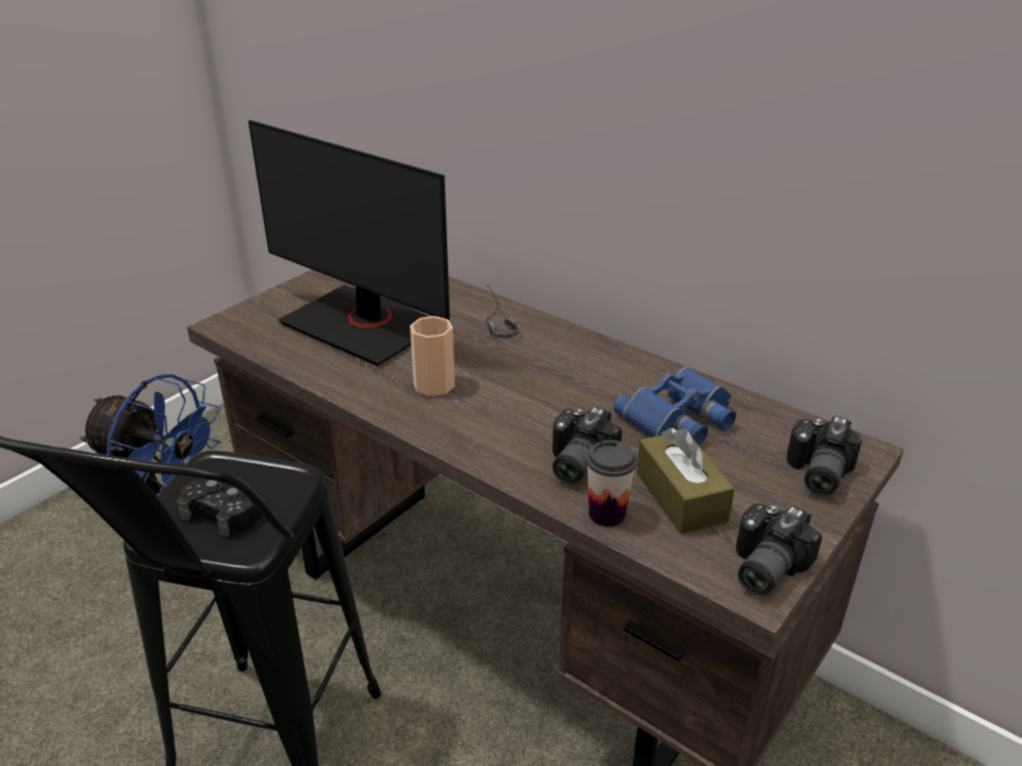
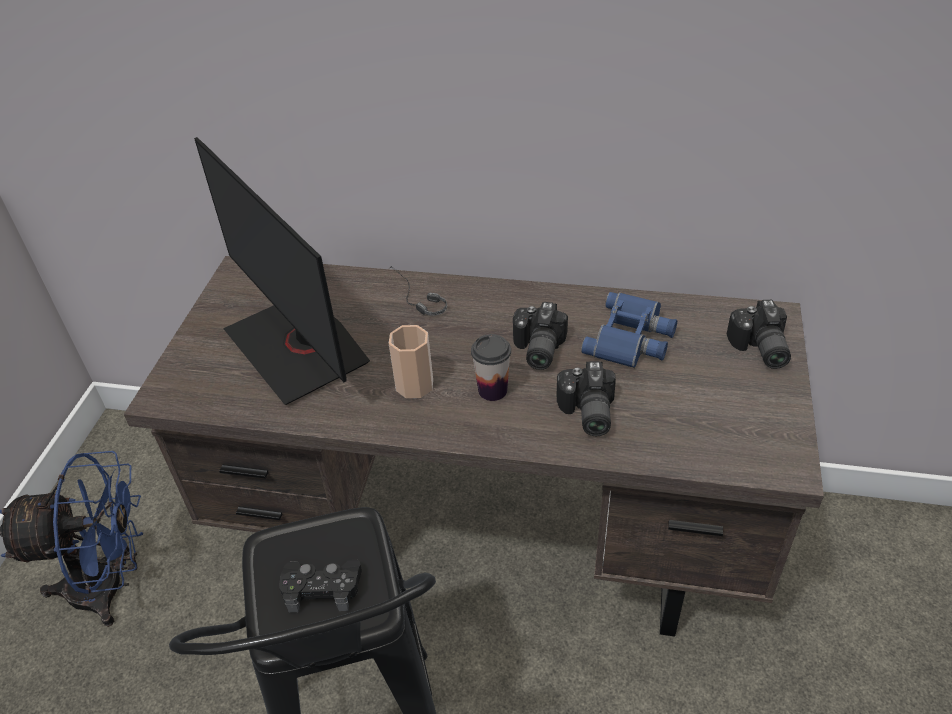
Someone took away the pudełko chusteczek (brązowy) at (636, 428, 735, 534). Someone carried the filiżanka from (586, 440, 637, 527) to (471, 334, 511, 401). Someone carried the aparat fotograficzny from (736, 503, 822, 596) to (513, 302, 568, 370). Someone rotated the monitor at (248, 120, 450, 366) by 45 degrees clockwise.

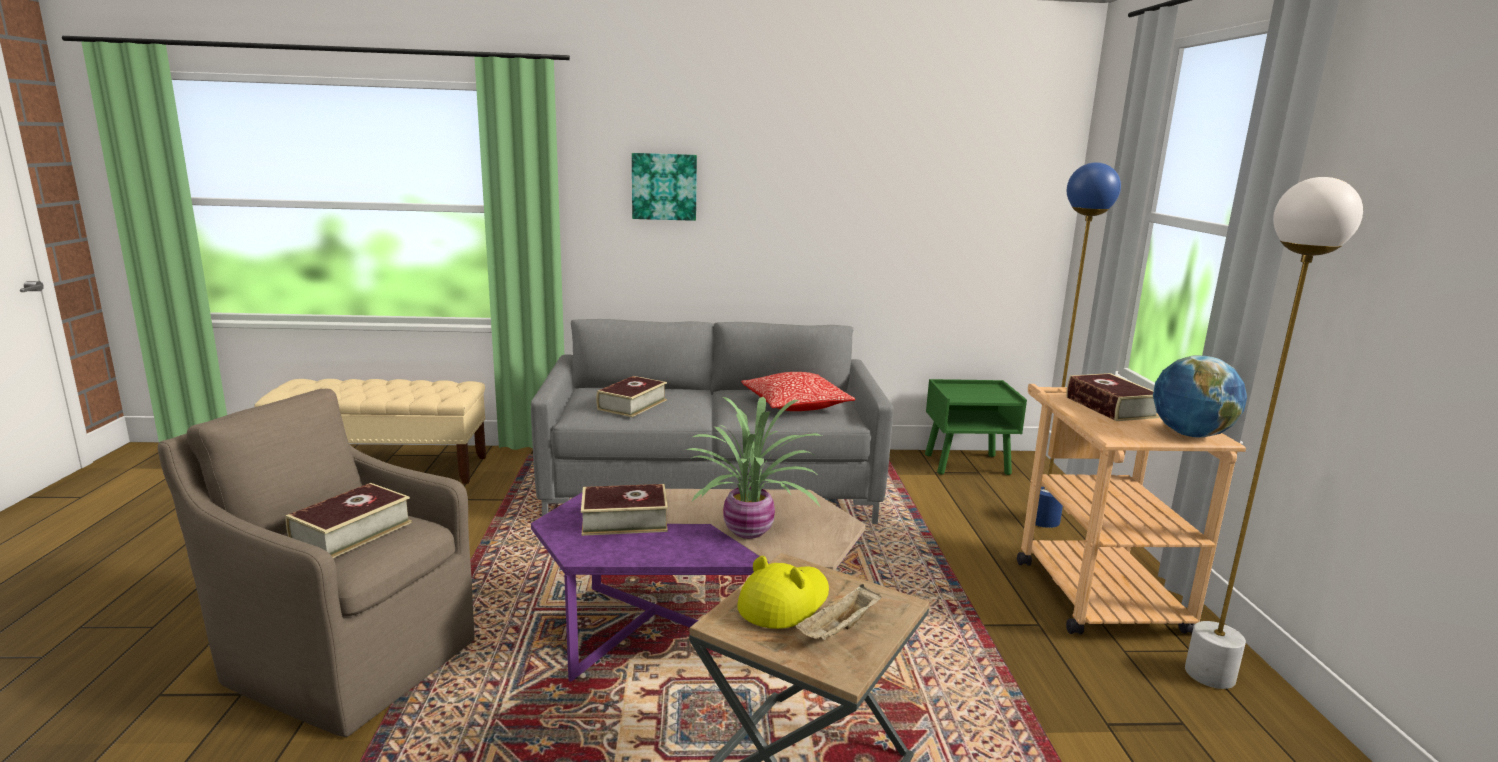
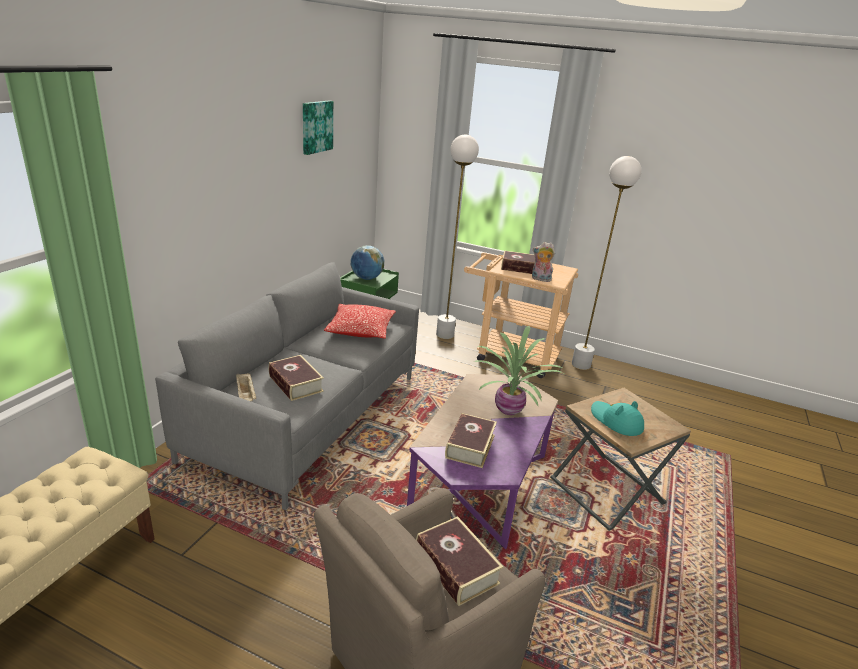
Someone put down the pluszak at (532, 242, 555, 282). Someone carried the obraz from (632, 153, 697, 221) to (303, 100, 333, 155). Someone carried the taca (beżowy) from (796, 584, 882, 641) to (236, 373, 256, 401). Someone carried the globus from (1153, 355, 1247, 438) to (351, 245, 384, 280). Someone repainted the kapelusz (żółty) at (737, 556, 829, 629), which became the kapelusz (turkusowy) at (591, 401, 644, 436). Someone repainted the lampa stojąca (niebieski) at (1035, 162, 1121, 528), which became the lampa stojąca (biały) at (436, 135, 479, 339).

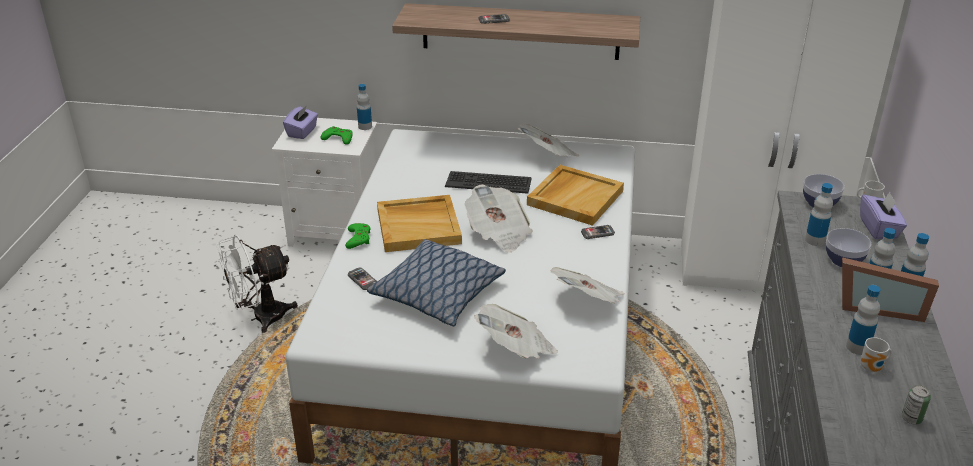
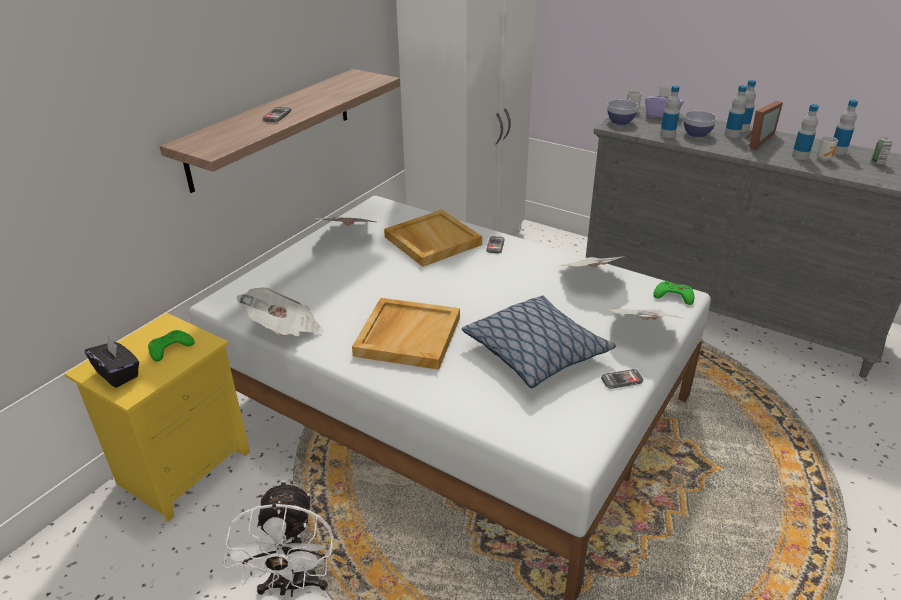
Someone took away the klawiatura at (445, 171, 532, 194). Someone carried the pad do gier (zielony) from (345, 223, 370, 249) to (653, 281, 694, 305). Someone carried the telefon from (347, 268, 377, 290) to (601, 369, 643, 389). Someone carried the butelka from (357, 84, 372, 130) to (834, 100, 858, 155). Someone carried the gazeta from (464, 184, 533, 253) to (237, 287, 323, 336). Someone repainted the szafka nocna (biały) at (272, 118, 377, 247), which became the szafka nocna (żółty) at (65, 313, 250, 522). Someone repainted the pudełko chusteczek (fioletowy) at (283, 105, 318, 139), which became the pudełko chusteczek (czarny) at (85, 337, 139, 388).

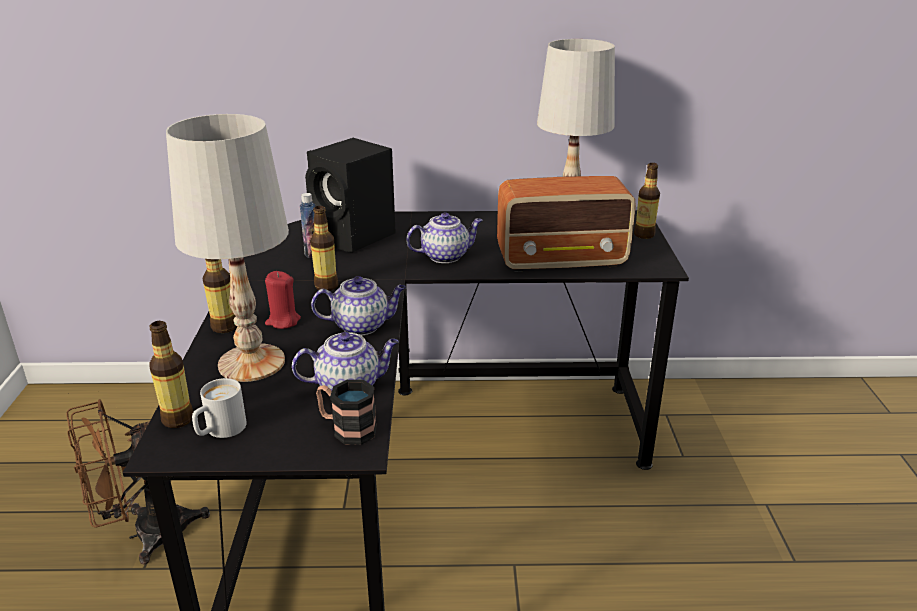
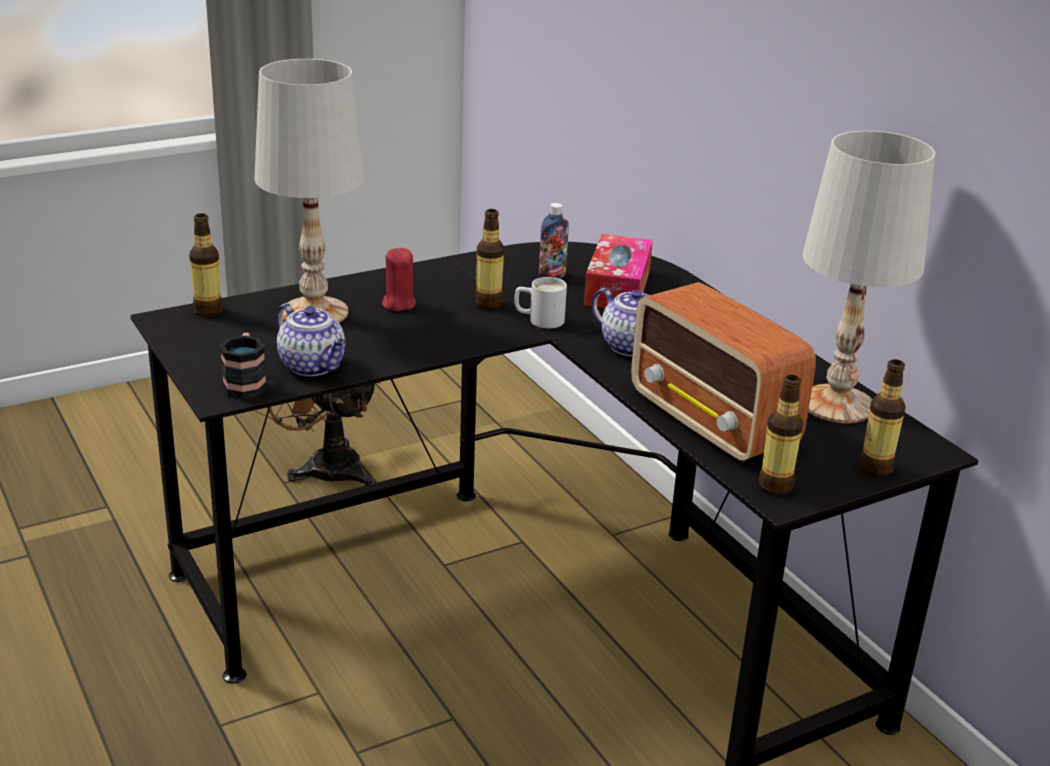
Someone took away the imbryk at (311, 276, 406, 336). Someone carried the kubek (biały) from (192, 378, 247, 438) to (514, 277, 567, 328). Someone carried the butelka from (203, 259, 237, 333) to (758, 375, 803, 495). Someone swapped the głośnik (czarny) at (305, 138, 396, 253) for the pudełko chusteczek at (584, 234, 653, 308).

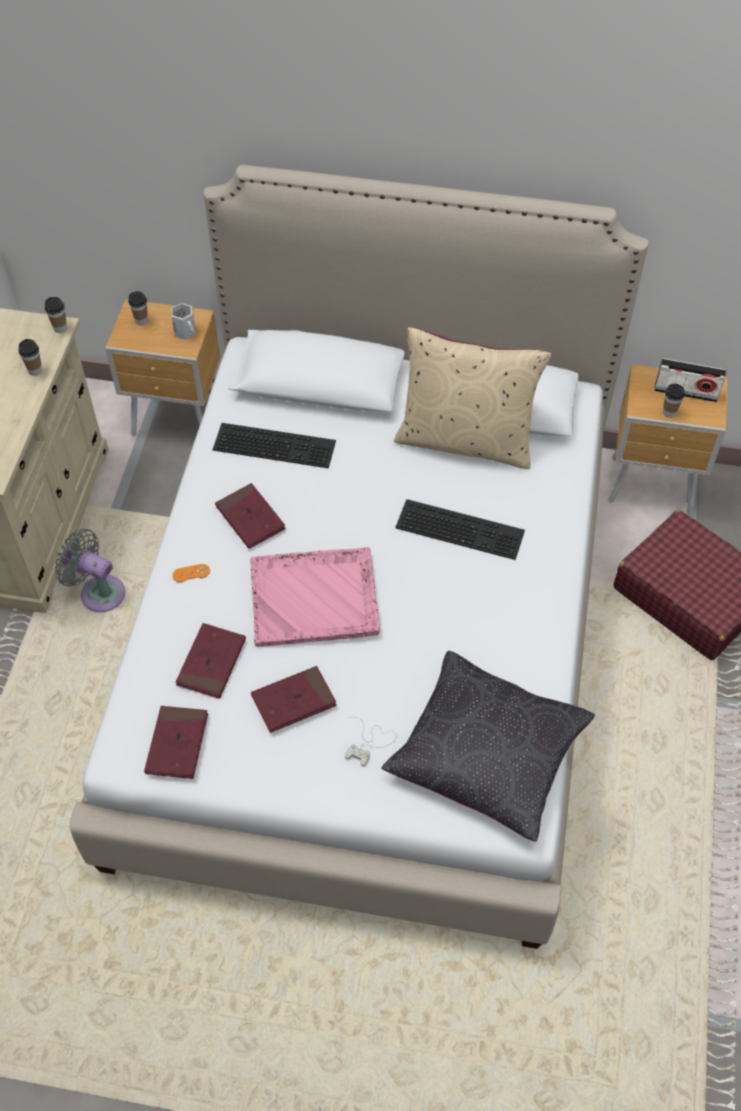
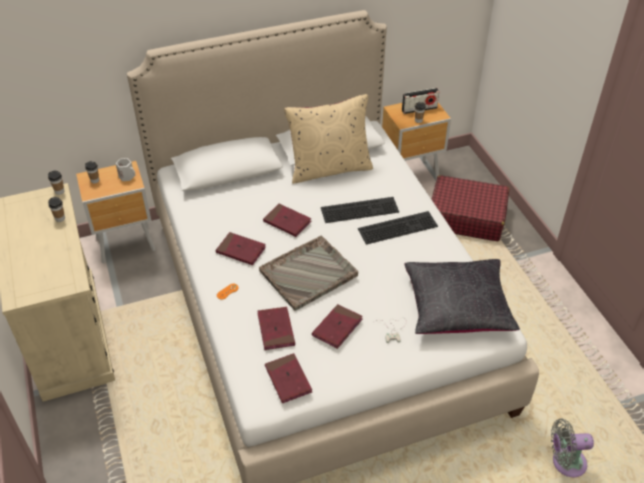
Someone put down the książka (czerwony) at (263, 204, 311, 237). Someone carried the wentylator (szary) from (55, 529, 125, 612) to (551, 419, 594, 478). Someone carried the klawiatura from (213, 423, 336, 468) to (358, 211, 438, 245). Someone repainted the taca (różowy) at (250, 547, 380, 647), which became the taca (szary) at (259, 236, 358, 311).

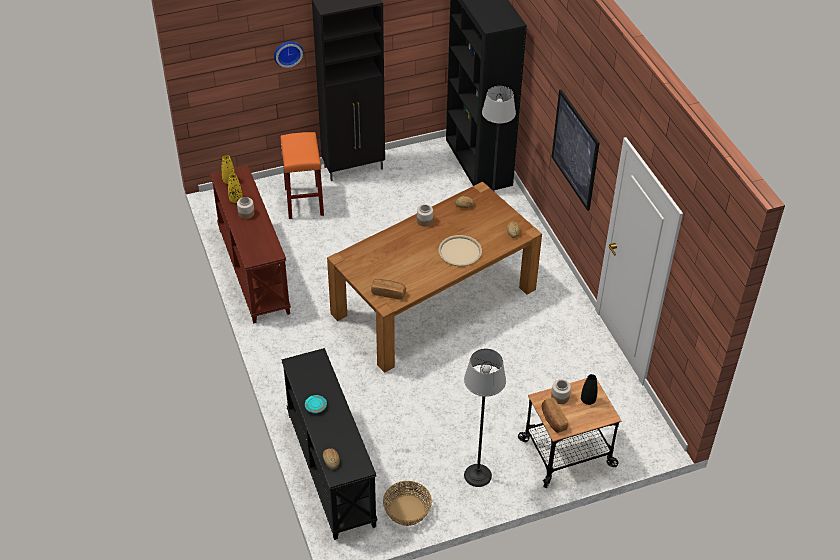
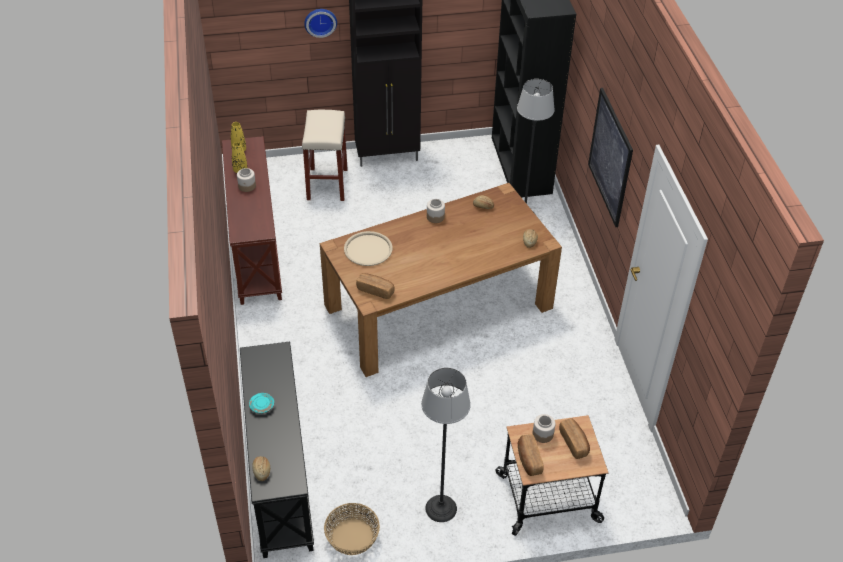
Someone carried the taca (beżowy) from (438, 235, 482, 266) to (344, 231, 392, 266). Someone swapped the wazon (czarny) at (581, 374, 597, 405) for the chleb at (559, 418, 590, 459). Someone repainted the stołek (pomarańczowy) at (280, 132, 324, 219), which became the stołek (beżowy) at (302, 110, 347, 201).

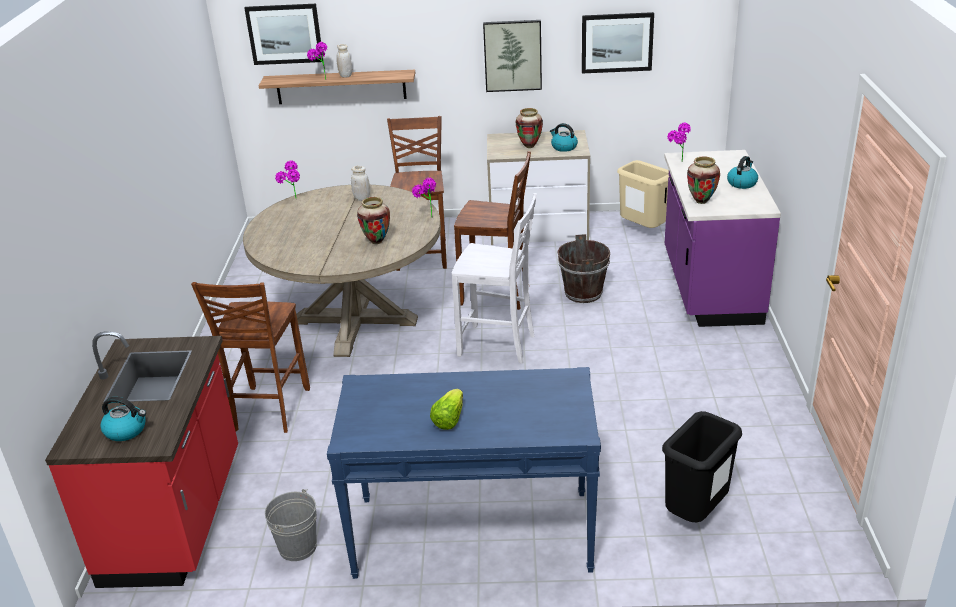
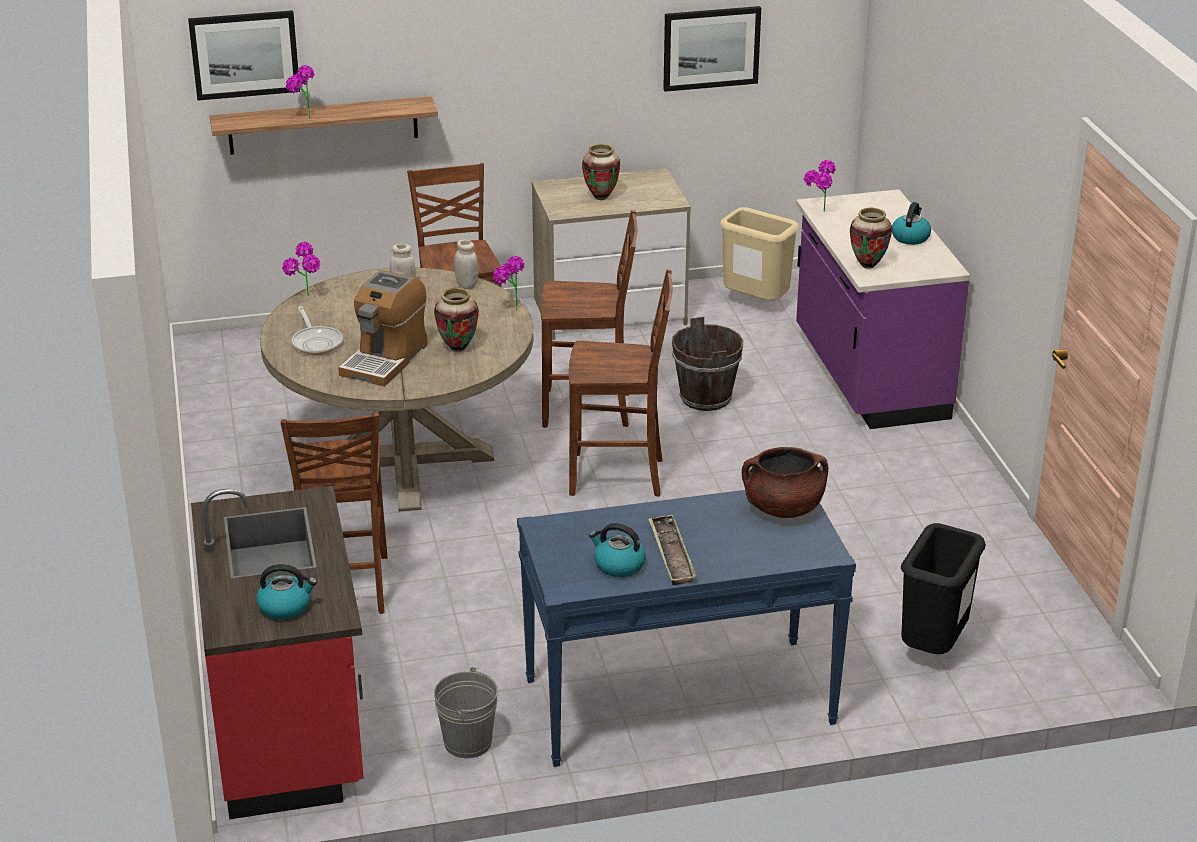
Someone took away the obraz at (483, 20, 542, 92). Someone put down the patelnia at (292, 306, 343, 355). Someone put down the ekspres do kawy at (338, 270, 428, 387). Someone put down the garnek (brązowy) at (742, 447, 828, 518). Someone carried the słoik (biały) from (336, 44, 352, 78) to (454, 240, 478, 289). Someone carried the czajnik from (550, 123, 578, 152) to (589, 523, 646, 577). Someone swapped the sałata at (430, 389, 463, 430) for the taca at (648, 514, 697, 585). Someone repainted the krzesło (biały) at (452, 193, 537, 364), which became the krzesło (brązowy) at (569, 269, 672, 497).

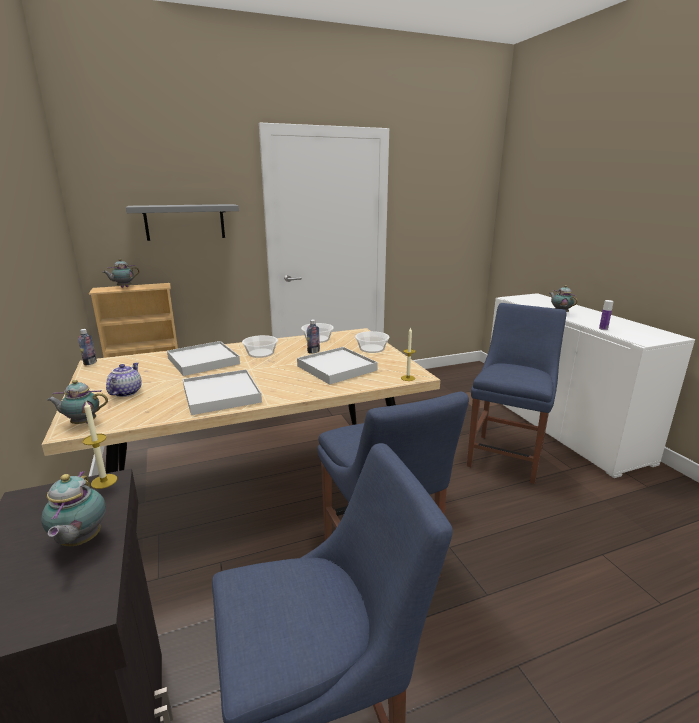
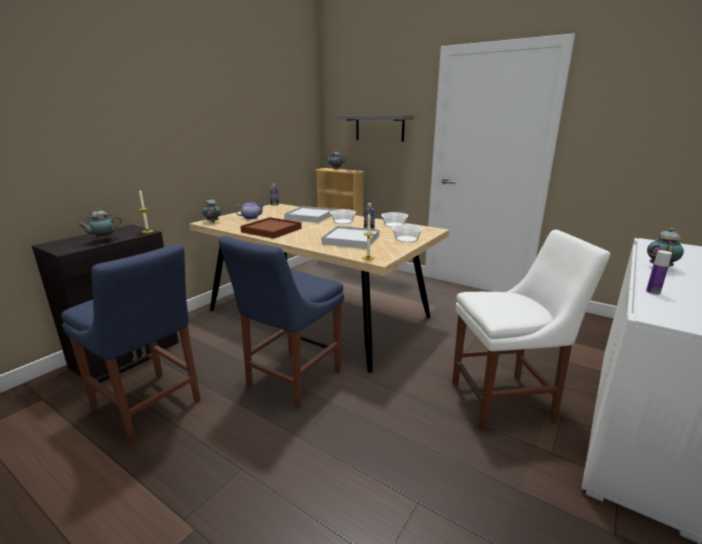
Someone repainted the taca (biały) at (183, 369, 262, 415), which became the taca (brązowy) at (240, 217, 302, 239). Someone repainted the krzesło (niebieski) at (467, 303, 566, 484), which became the krzesło (biały) at (452, 230, 610, 430).

